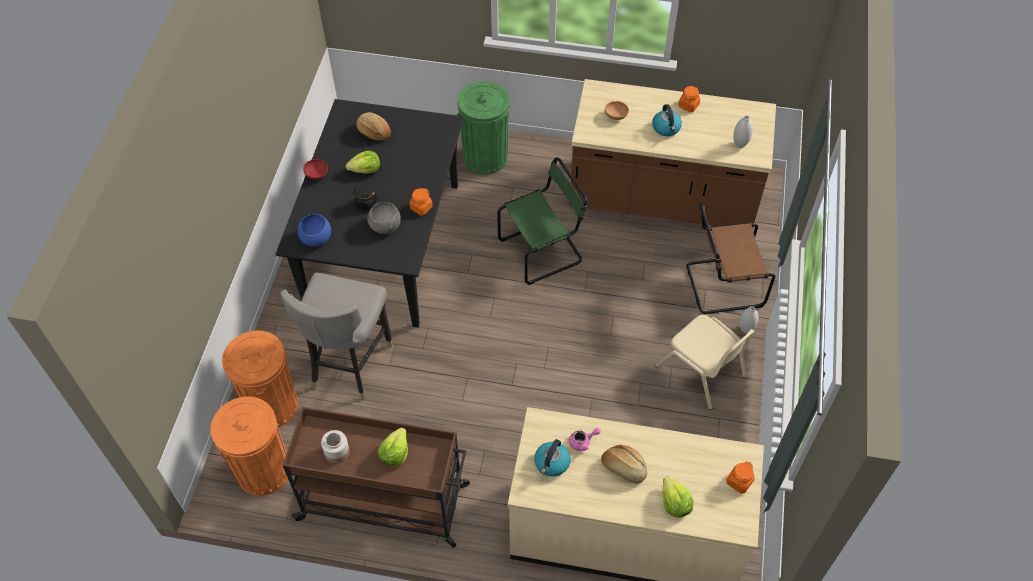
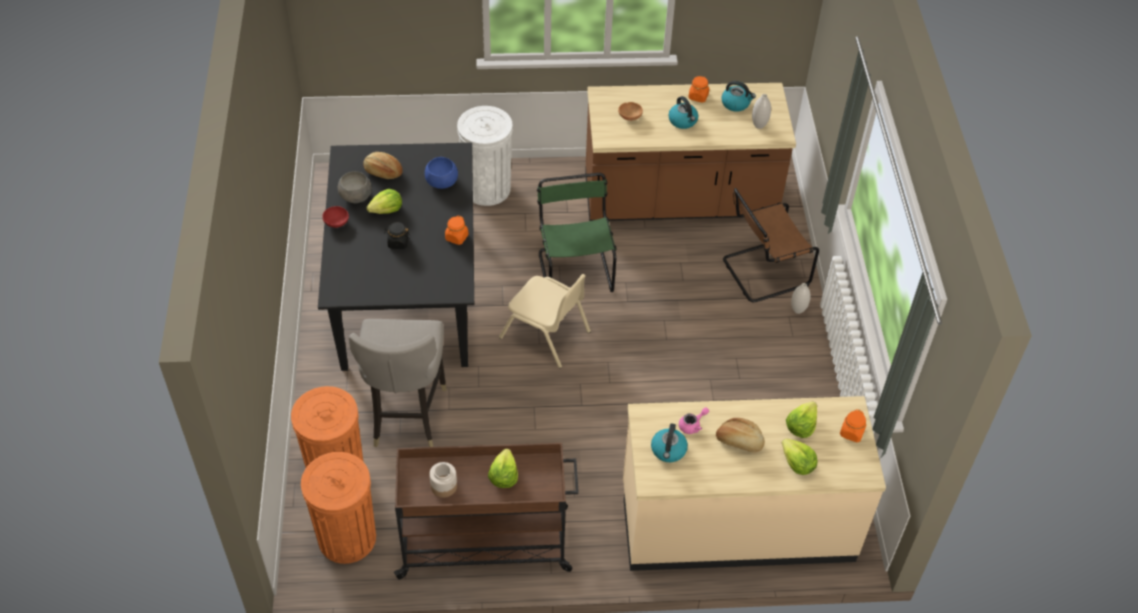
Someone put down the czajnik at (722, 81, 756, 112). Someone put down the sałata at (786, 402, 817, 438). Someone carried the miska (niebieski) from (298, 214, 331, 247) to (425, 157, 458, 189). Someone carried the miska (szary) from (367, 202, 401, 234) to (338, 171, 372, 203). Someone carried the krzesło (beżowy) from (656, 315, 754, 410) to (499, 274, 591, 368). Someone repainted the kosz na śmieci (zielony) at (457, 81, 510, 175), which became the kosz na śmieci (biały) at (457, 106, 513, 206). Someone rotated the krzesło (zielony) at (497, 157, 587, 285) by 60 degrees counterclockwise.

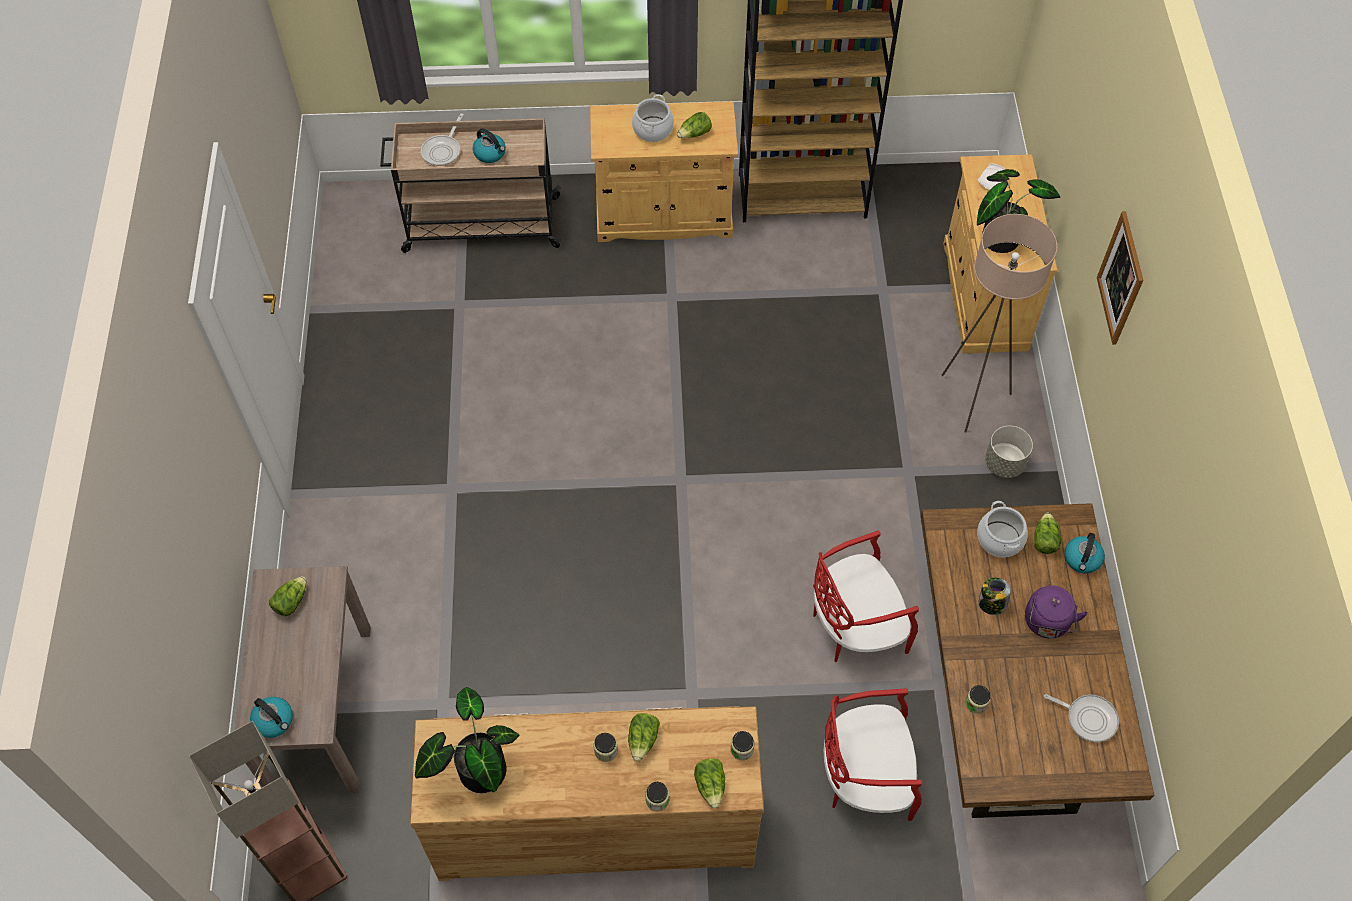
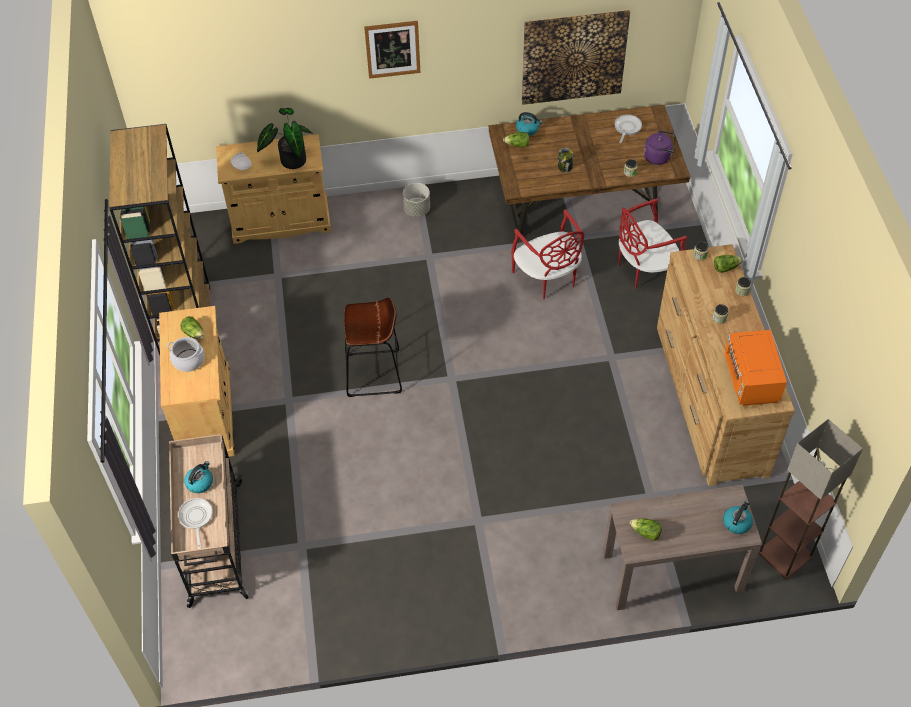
Someone took away the sałata at (628, 713, 660, 761). Someone took away the lampa stojąca (beżowy) at (941, 214, 1057, 433). Someone took away the garnek at (977, 501, 1028, 558). Someone put down the stołek (brązowy) at (344, 297, 402, 397). Someone put up the obraz at (522, 10, 630, 105). Someone carried the czajnik (fioletowy) from (1025, 586, 1088, 639) to (644, 130, 675, 165). Someone swapped the roślina doniczkowa at (415, 687, 519, 793) for the mikrofalówka (pomarańczowy) at (725, 330, 787, 406). Someone rotated the patelnia at (421, 113, 464, 166) by 120 degrees counterclockwise. Someone rotated the krzesło (czerwony) at (824, 688, 922, 821) by 75 degrees clockwise.

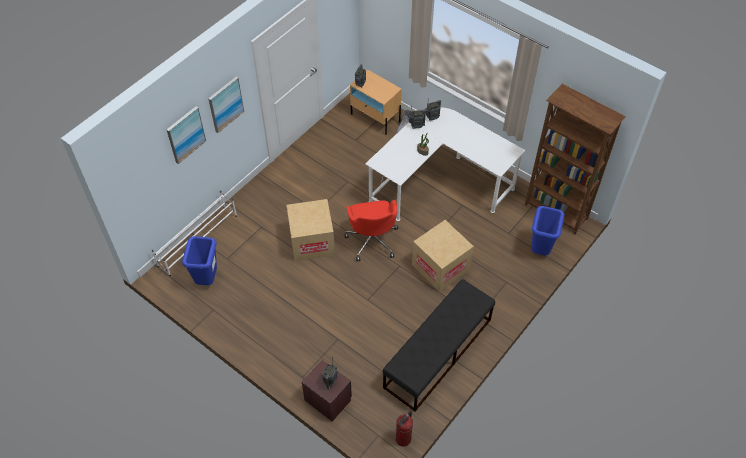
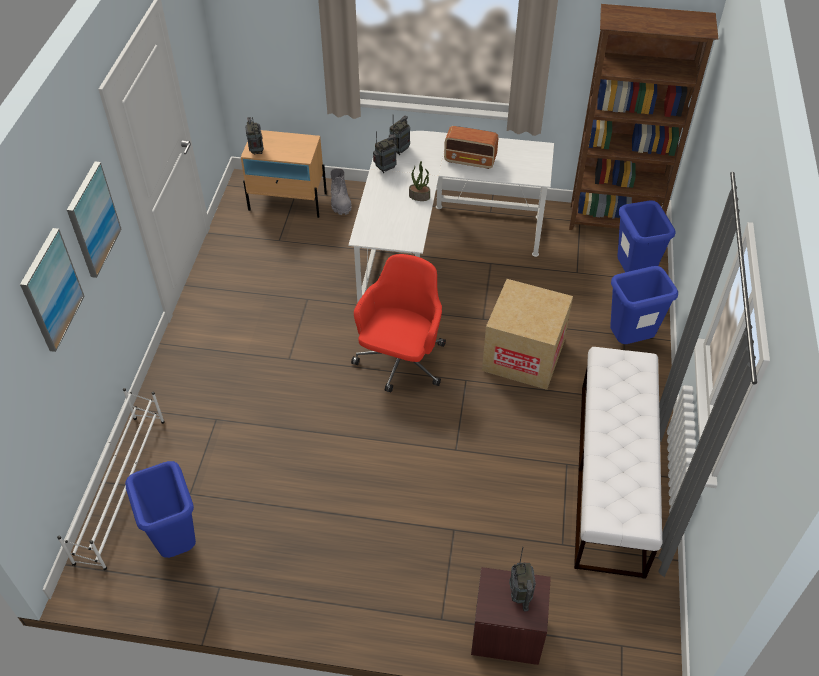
Someone took away the karton at (286, 199, 335, 261). Someone took away the gaśnica at (396, 411, 413, 447). Someone put down the radio at (444, 126, 499, 169). Someone put down the kosz na śmieci (niebieski) at (610, 266, 678, 344). Someone repainted the ławka (czarny) at (383, 279, 495, 412), which became the ławka (biały) at (574, 347, 662, 579). Someone rotated the krzesło biurowe (czerwony) at (344, 200, 398, 261) by 120 degrees counterclockwise.

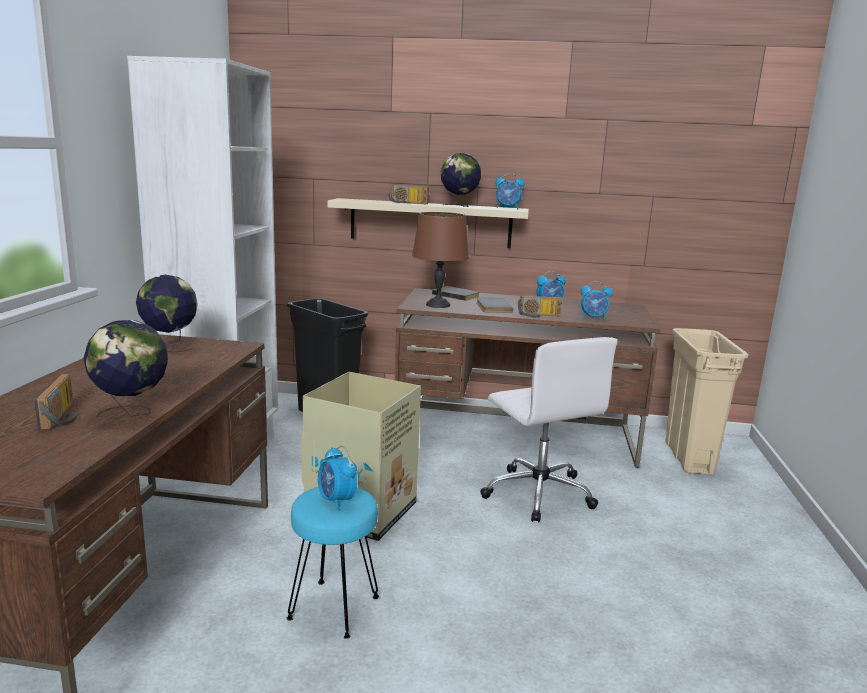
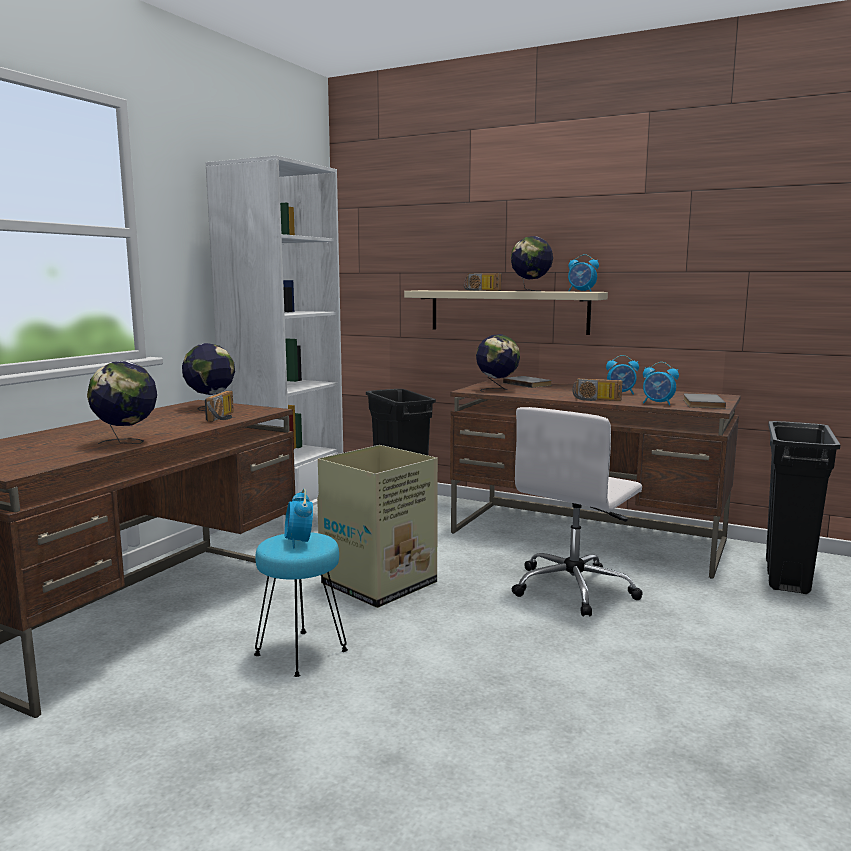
Someone carried the radio from (34, 374, 77, 430) to (205, 391, 234, 422). Someone carried the książka (szary) from (477, 298, 513, 313) to (683, 394, 726, 409). Someone swapped the lampa stołowa (brązowy) at (412, 212, 469, 308) for the globus at (476, 334, 520, 392). Someone repainted the kosz na śmieci (beżowy) at (665, 328, 748, 475), which became the kosz na śmieci (czarny) at (766, 421, 840, 594). Someone rotated the krzesło biurowe (biały) at (480, 337, 617, 522) by 45 degrees clockwise.

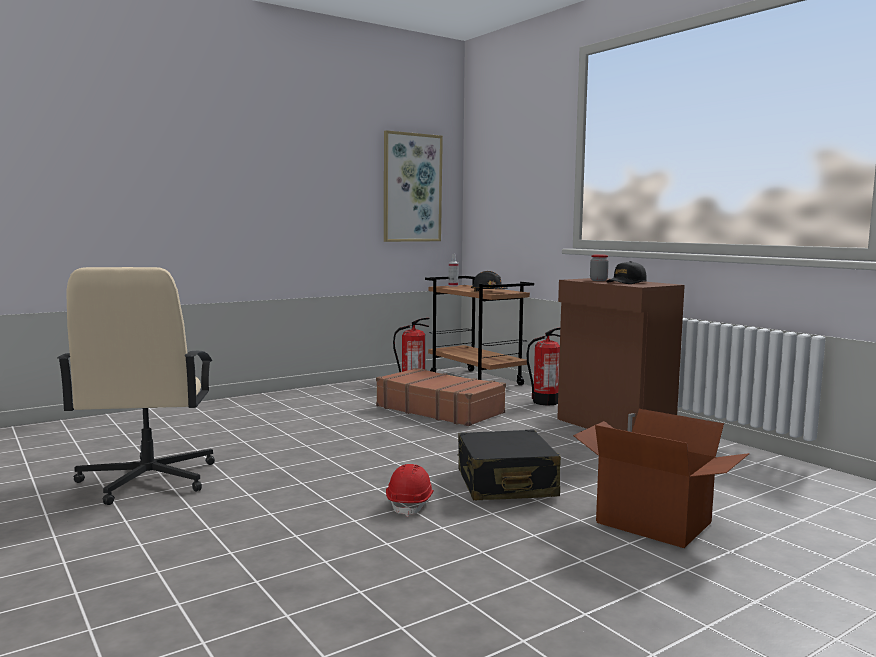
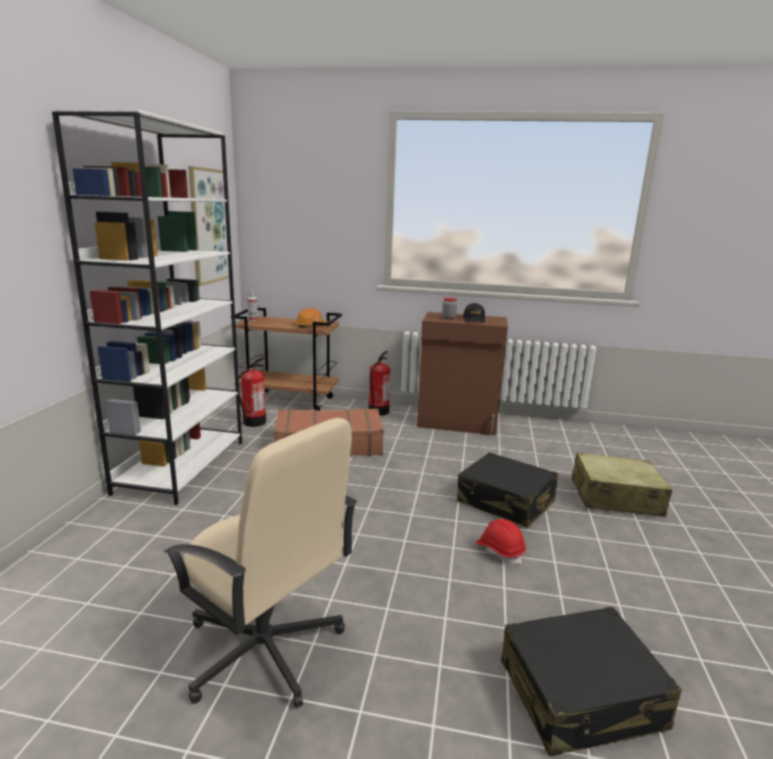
Someone put down the regał (biały) at (52, 109, 242, 505). Someone put down the walizka (czarny) at (501, 607, 682, 757). Someone swapped the karton at (573, 409, 749, 548) for the walizka (beżowy) at (571, 452, 673, 517). Someone repainted the kask (czarny) at (471, 271, 508, 291), which became the kask (pomarańczowy) at (295, 308, 328, 328).

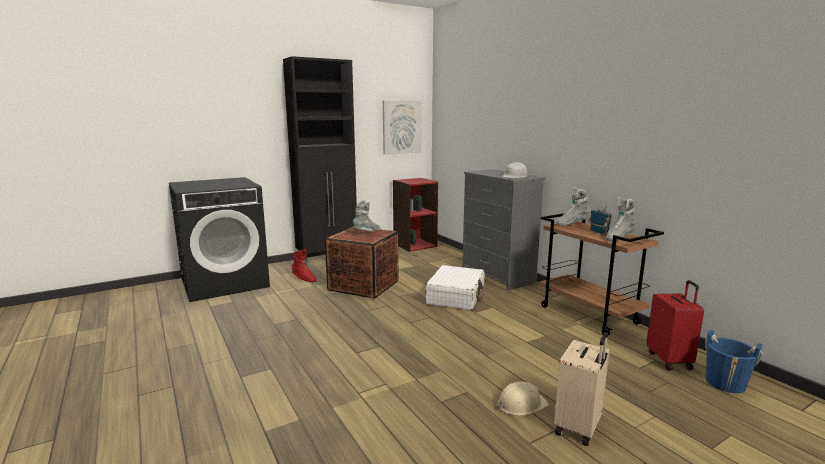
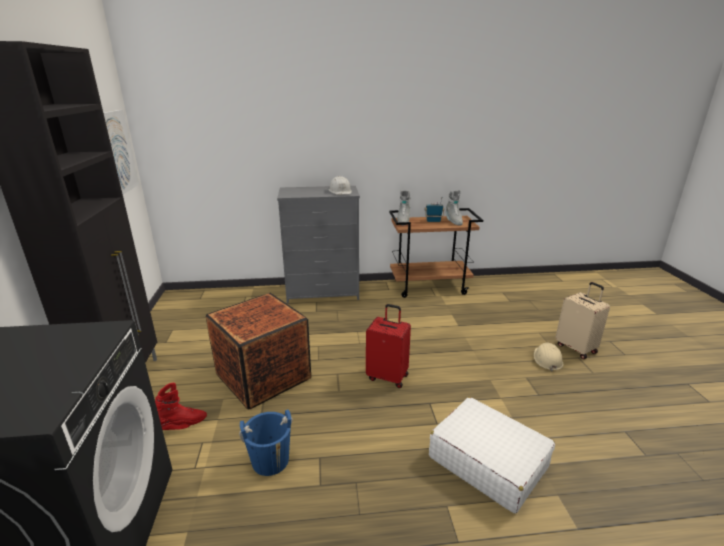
Someone took away the but z cholewką (szary) at (353, 200, 380, 231). Someone took away the regał (czerwony) at (393, 178, 438, 252). Someone carried the walizka (biały) from (425, 265, 484, 310) to (429, 397, 555, 514). Someone carried the walizka (czerwony) from (646, 280, 704, 370) to (366, 304, 411, 388). Someone carried the wiadro (niebieski) from (705, 330, 763, 393) to (239, 409, 293, 476).

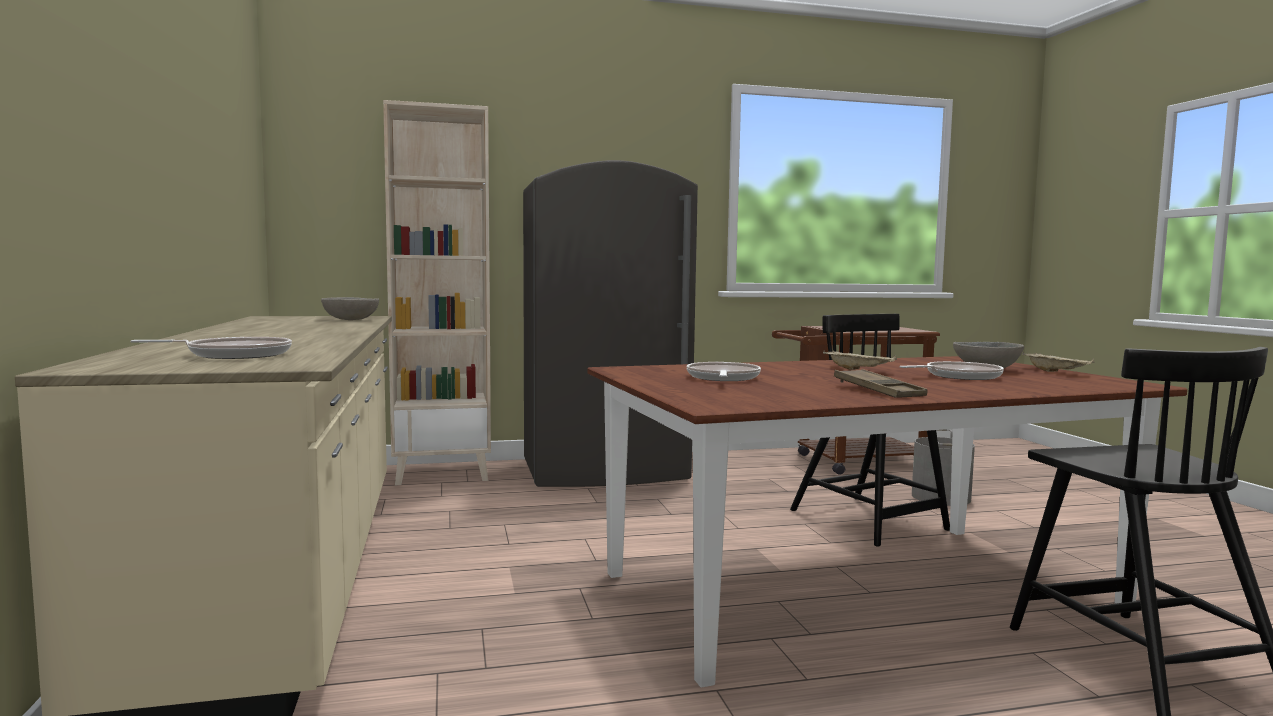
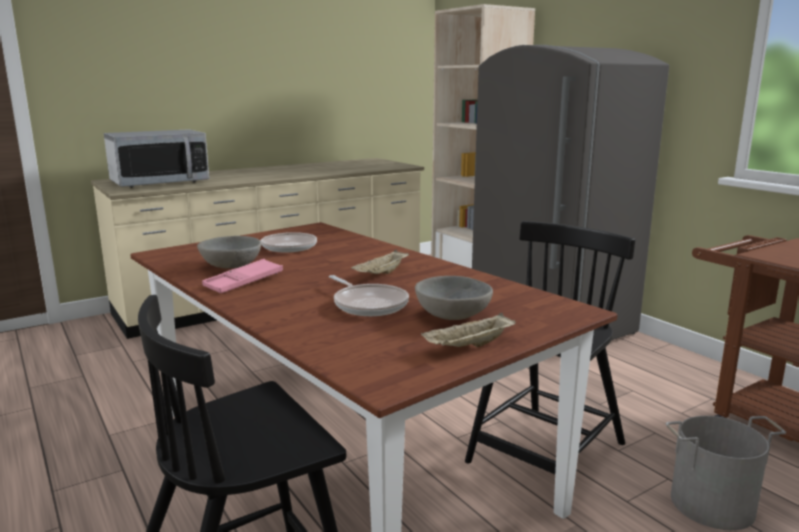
Someone carried the miska (szary) from (321, 297, 379, 320) to (197, 236, 261, 268). Someone swapped the patelnia at (131, 337, 292, 359) for the mikrofalówka at (104, 129, 210, 188). Someone repainted the taca (brązowy) at (834, 369, 928, 398), which became the taca (różowy) at (202, 259, 283, 293).

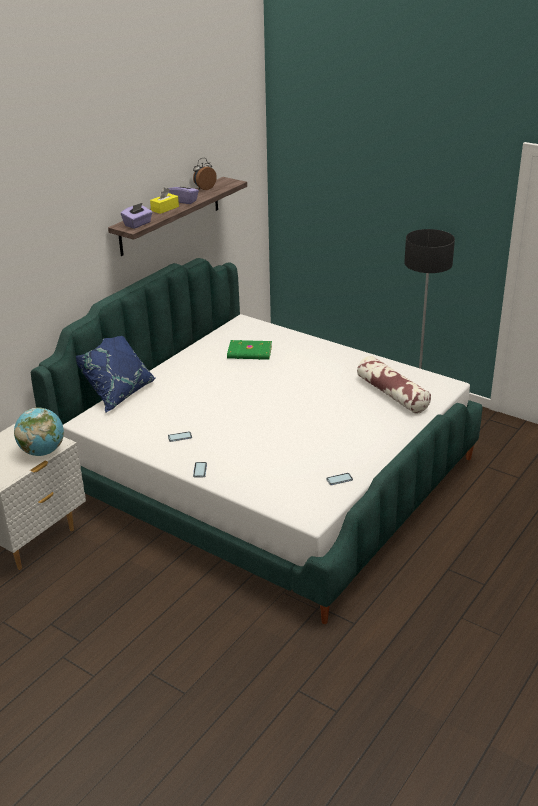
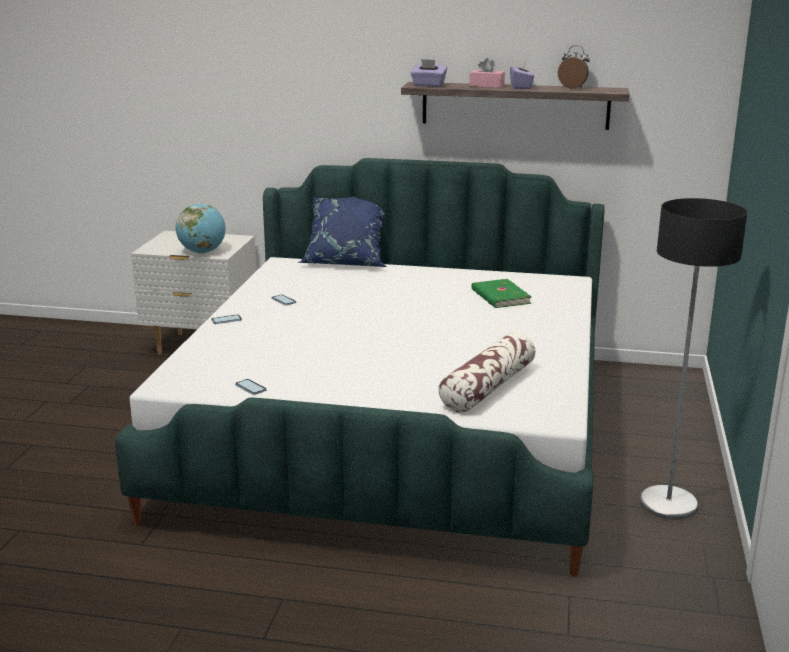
Someone repainted the pudełko chusteczek (żółty) at (150, 187, 179, 214), which became the pudełko chusteczek (różowy) at (470, 58, 505, 88).

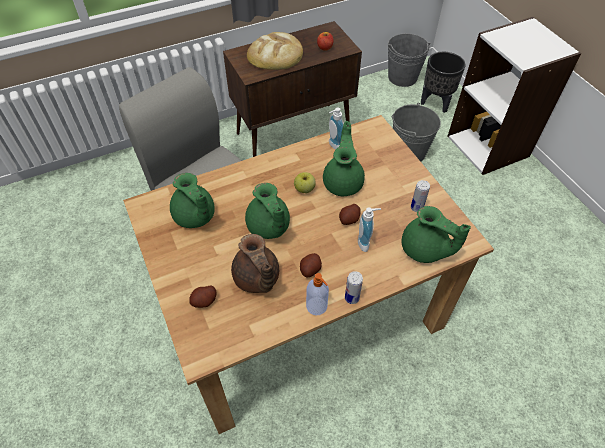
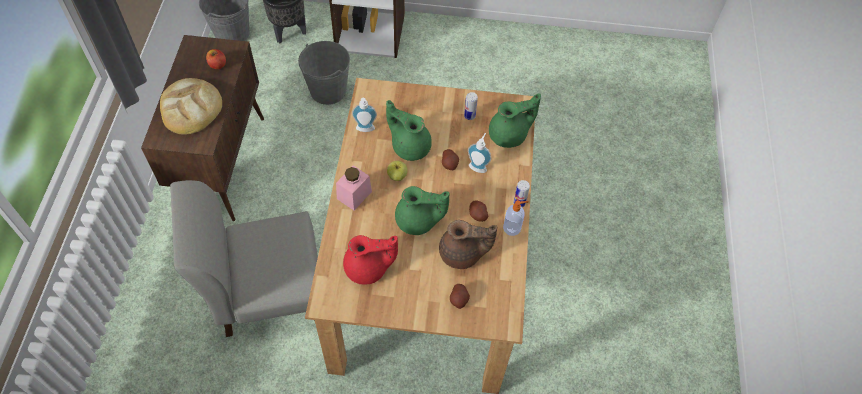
Someone put down the słoik (różowy) at (336, 165, 372, 210). Someone repainted the imbryk (zielony) at (170, 173, 215, 228), which became the imbryk (czerwony) at (343, 235, 398, 284).

